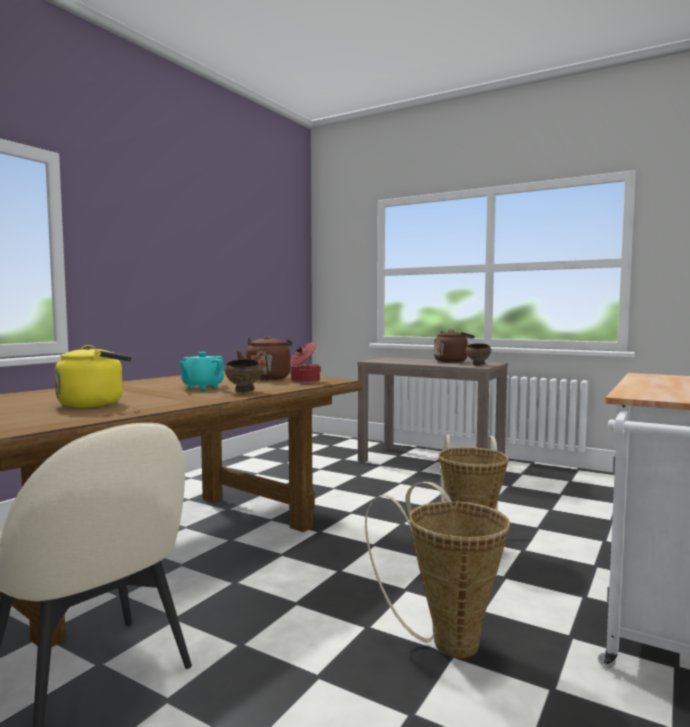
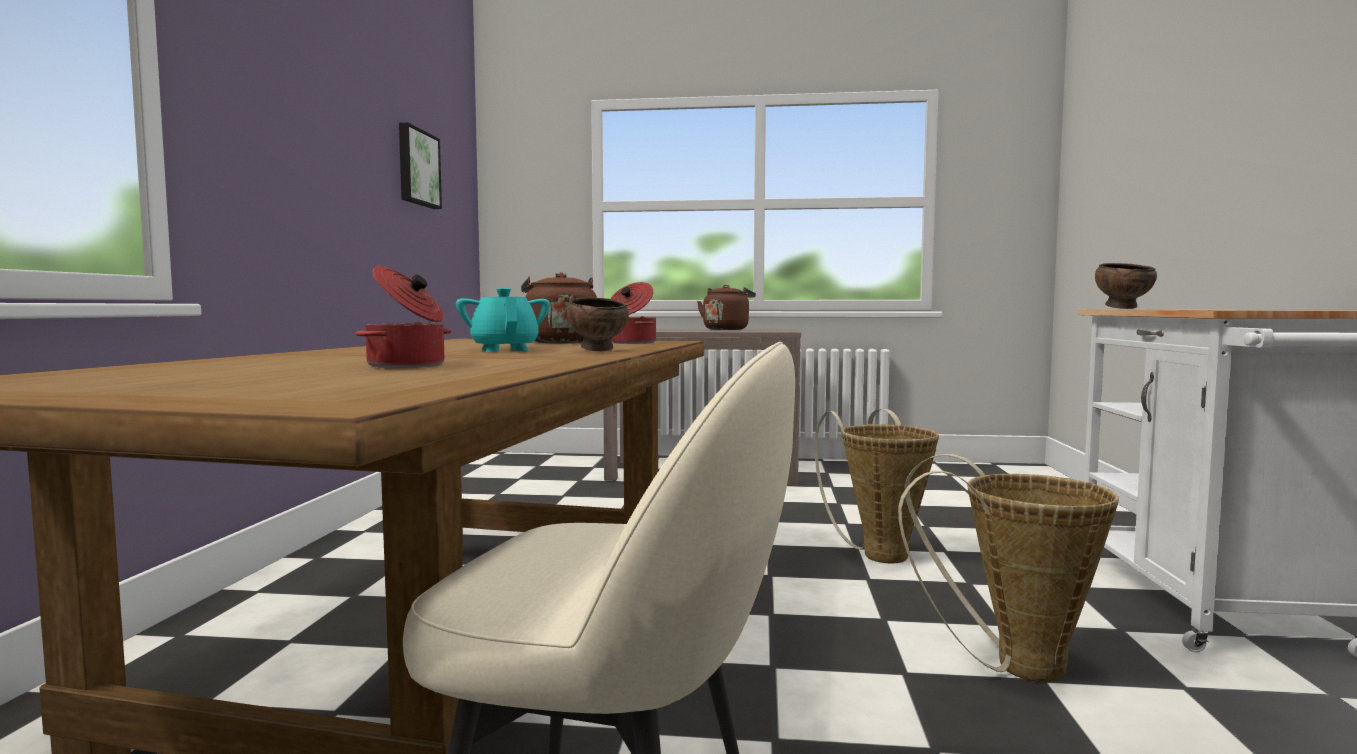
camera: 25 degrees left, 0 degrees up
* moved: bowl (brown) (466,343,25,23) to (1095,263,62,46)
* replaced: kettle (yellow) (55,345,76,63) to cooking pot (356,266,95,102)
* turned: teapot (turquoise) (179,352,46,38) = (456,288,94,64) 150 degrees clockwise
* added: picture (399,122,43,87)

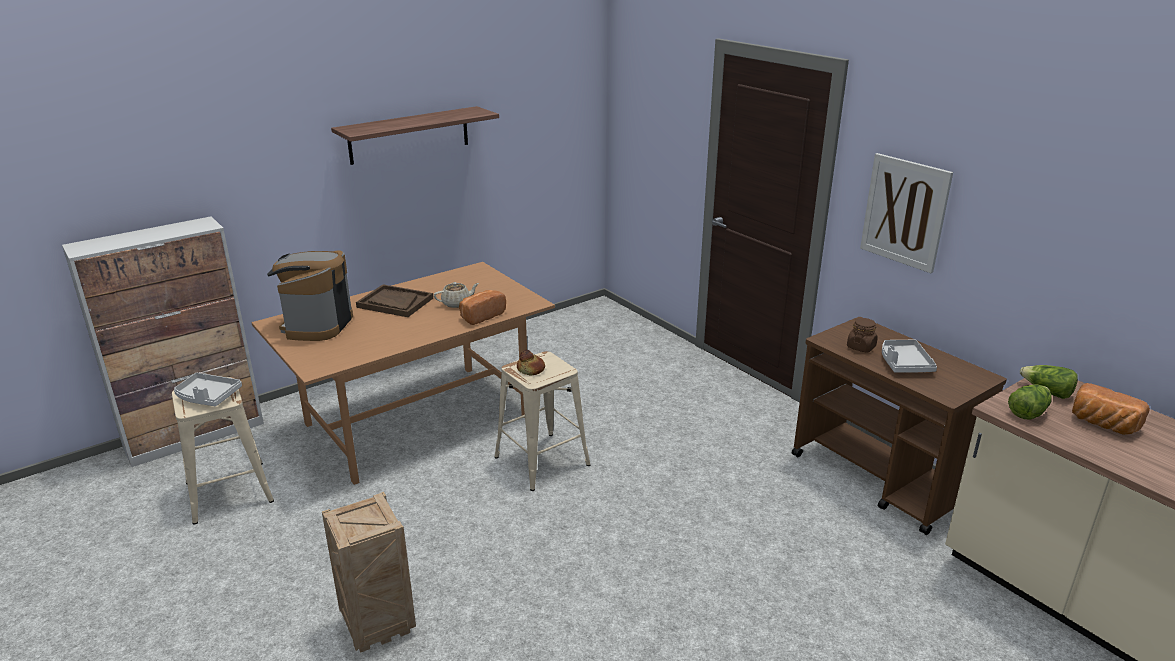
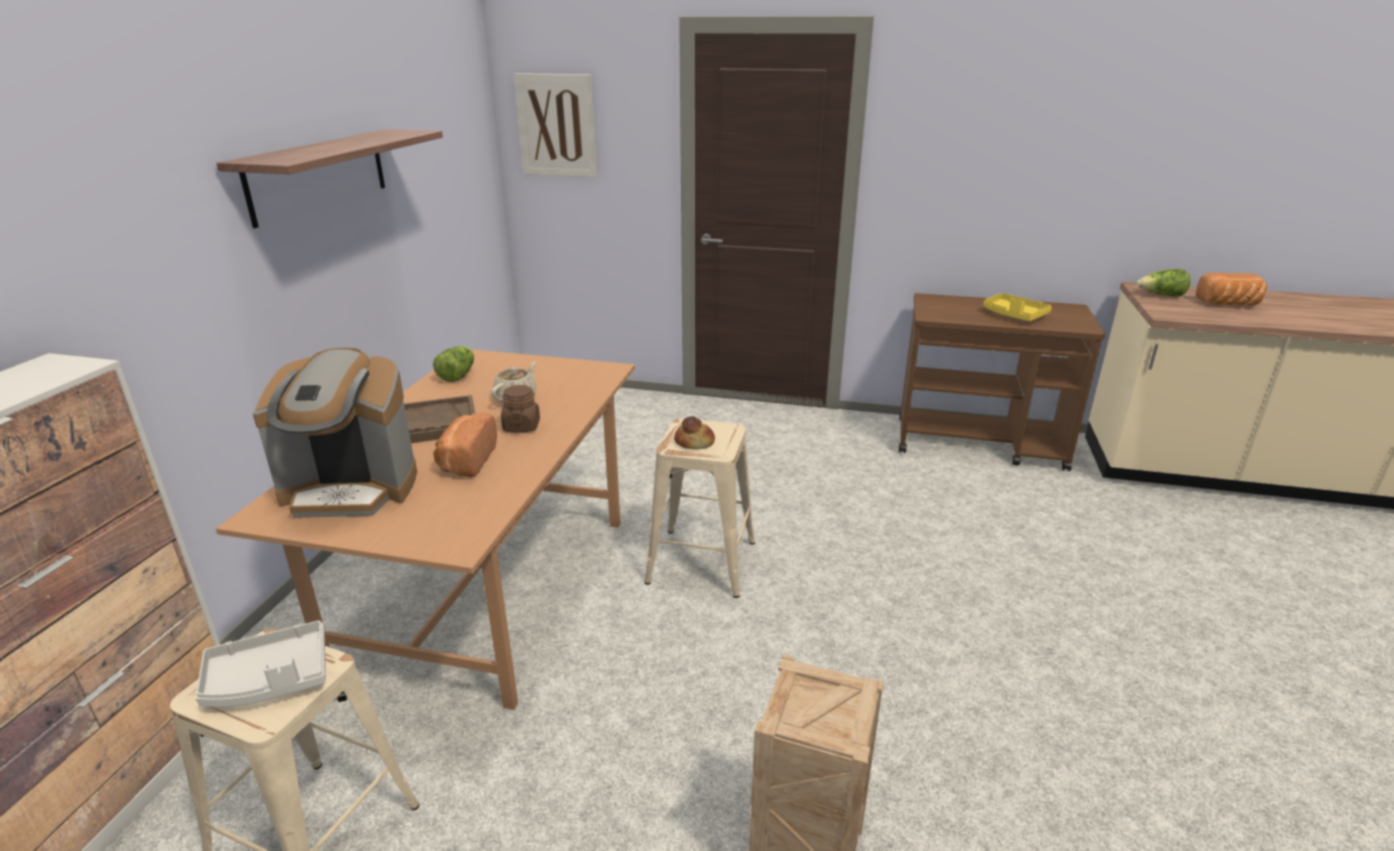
camera: 40 degrees left, 0 degrees up
* moved: picture (860,153,93,120) to (514,73,83,104)
* turned: coffee machine (267,251,86,90) = (253,348,164,170) 60 degrees counterclockwise
* moved: bread (459,290,47,35) to (433,413,64,64)
* moved: jar (brown) (847,318,31,34) to (501,385,39,47)
* recoloured: tray (grey) (882,340,55,33) to tray (yellow) (983,293,69,28)
* moved: lettuce (1008,384,44,35) to (433,346,41,36)

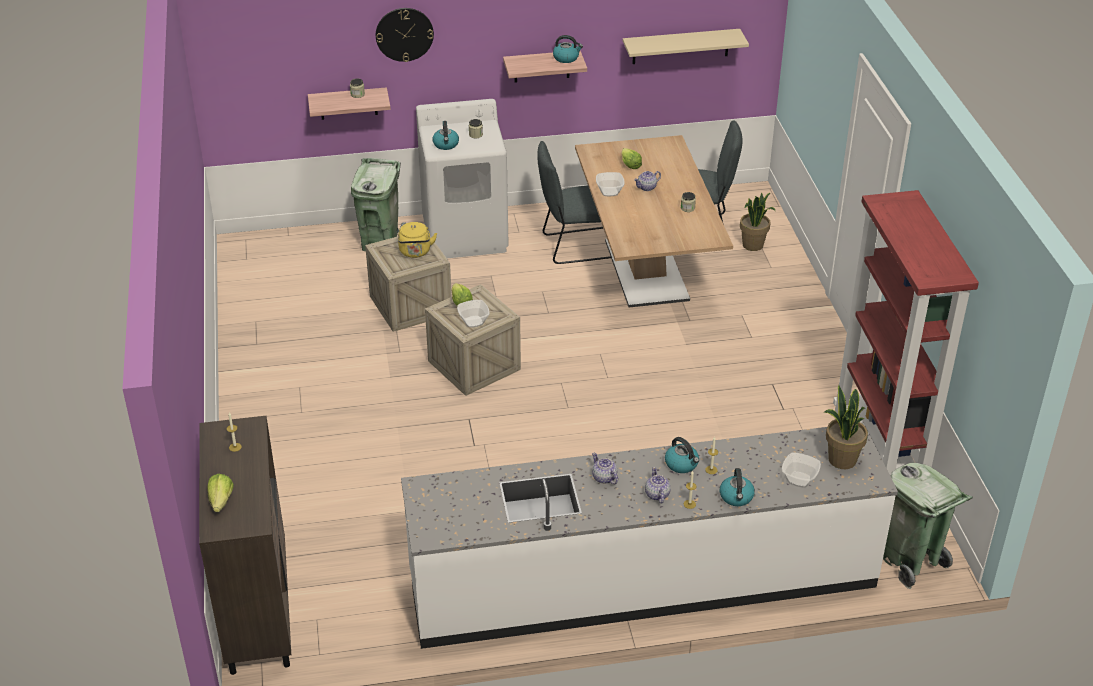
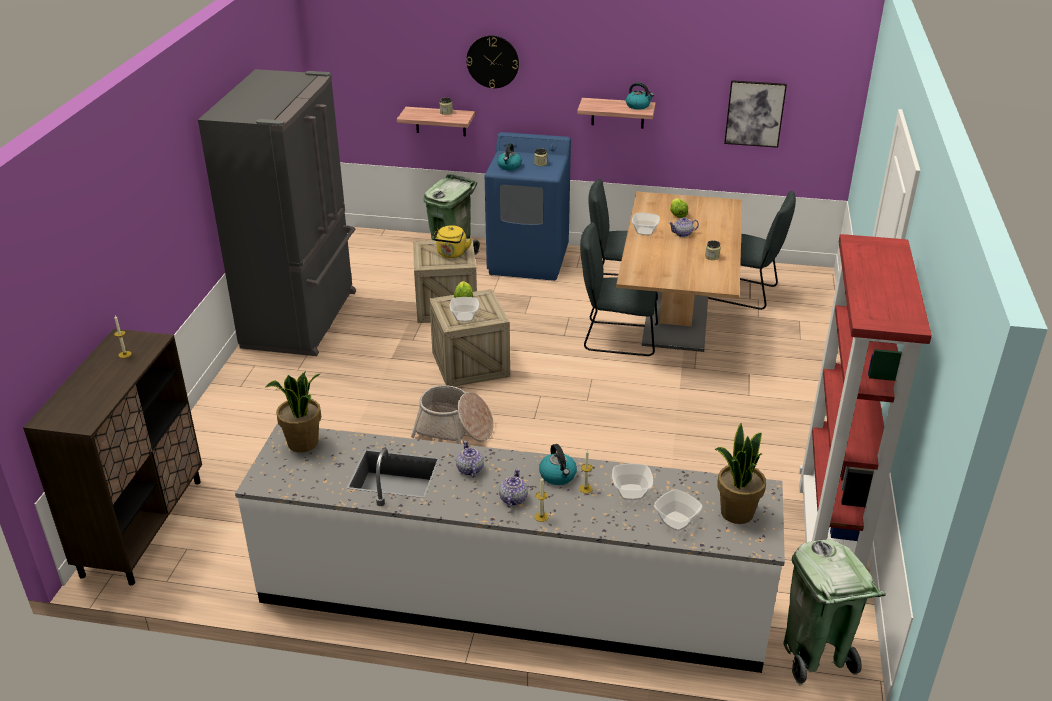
camera: 20 degrees right, 5 degrees down
* replaced: shelf (beige) (623,29,126,35) to picture (724,80,63,68)
* recoloured: washing machine (white) (416,99,93,159) to washing machine (blue) (485,132,86,149)
* moved: potted plant (740,193,35,58) to (266,371,55,82)
* removed: kettle (720,468,35,38)
* removed: lettuce (207,474,27,38)
* added: fridge (grey) (198,69,158,287)
* added: chair (grey) (580,222,78,134)
* added: basket (411,385,83,59)
* added: bowl (612,464,41,36)

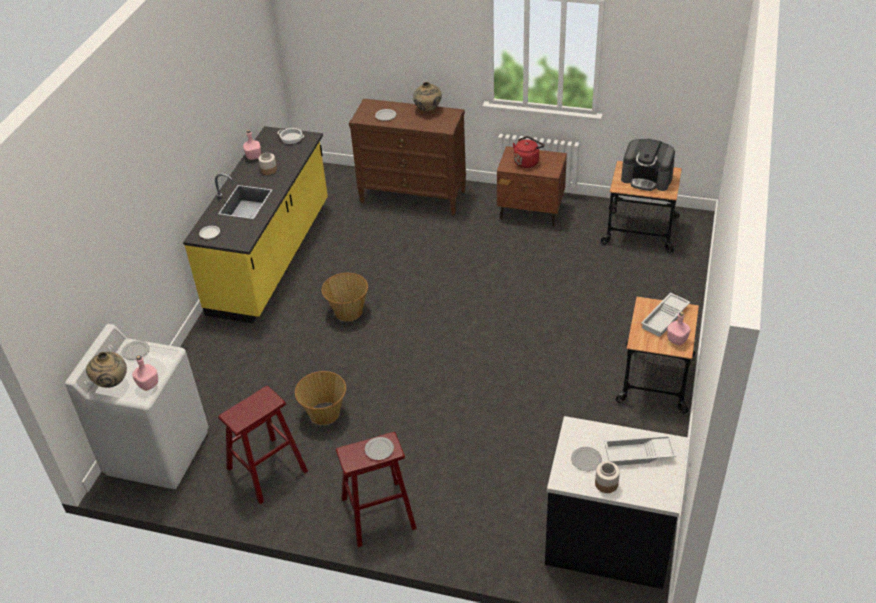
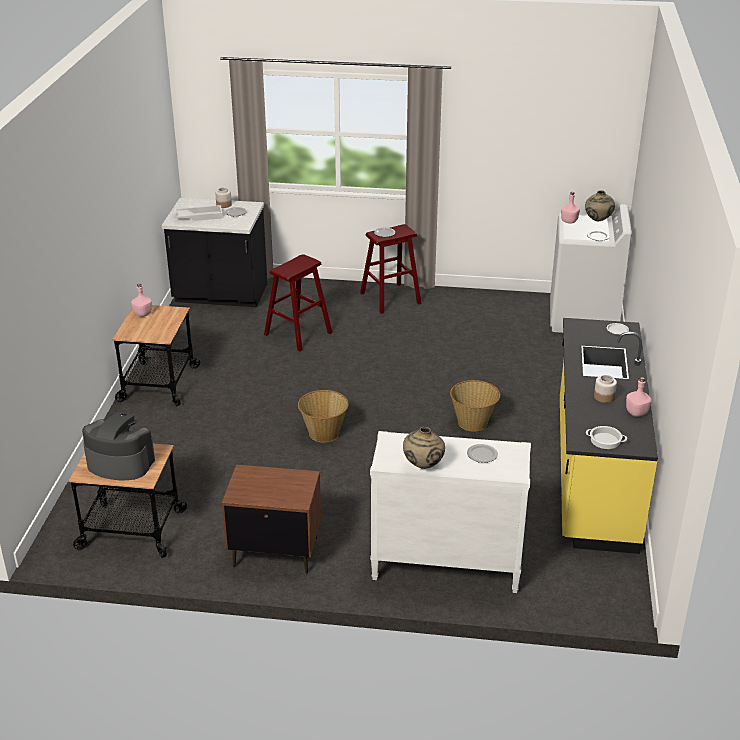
camera: 170 degrees right, 10 degrees down
* recoloured: dresser (brown) (349,98,117,117) to dresser (white) (370,431,161,162)
* removed: kettle (red) (513,136,31,32)
* removed: tray (white) (641,293,49,44)
* moved: basket (295,371,51,54) to (298,390,51,53)
* moved: stool (red) (218,386,90,118) to (264,254,69,98)

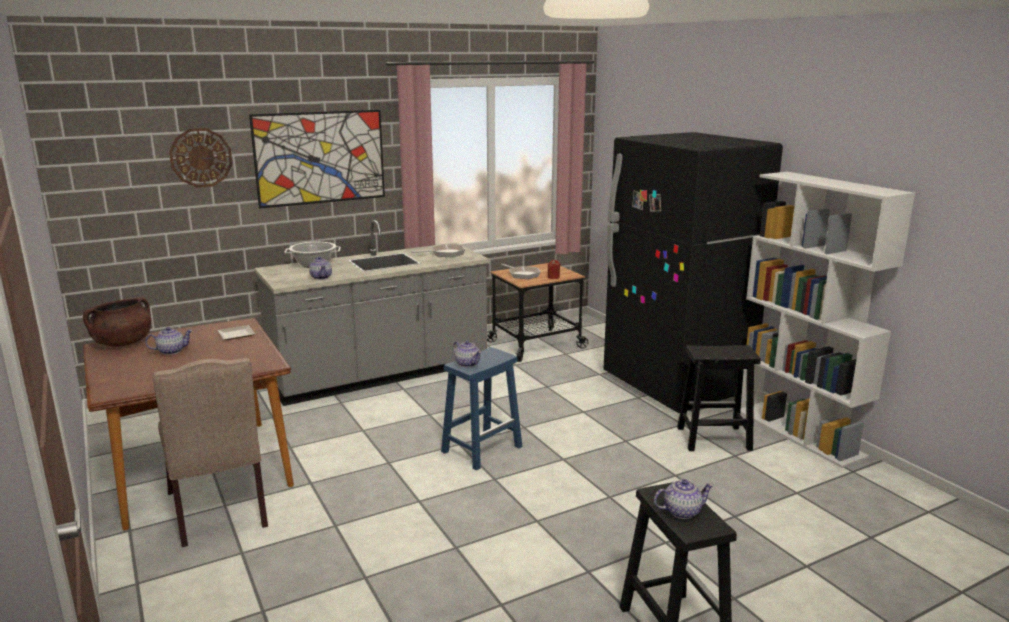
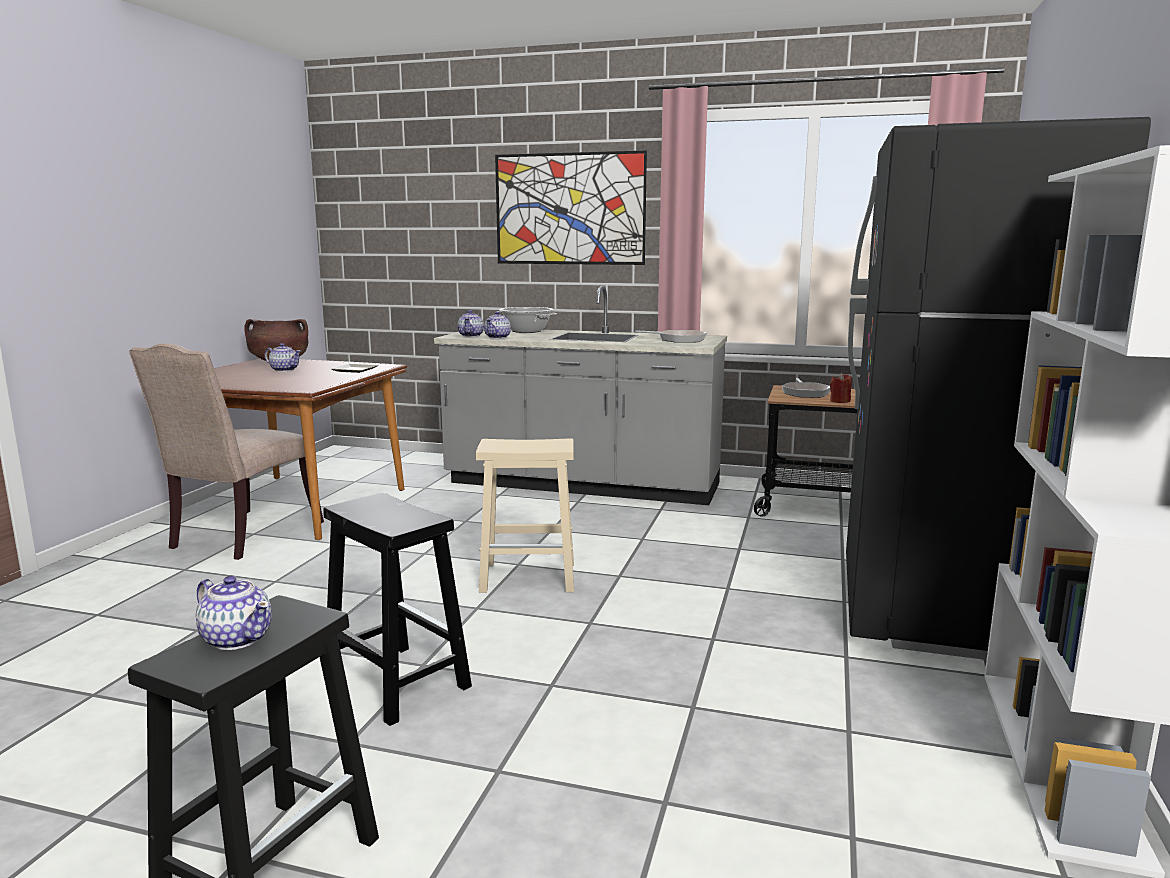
camera: 45 degrees right, 5 degrees down
* removed: wall clock (169,128,64,60)
* moved: teapot (453,341,29,26) to (457,310,27,27)
* moved: stool (black) (677,345,84,106) to (323,493,149,233)
* recoloured: stool (blue) (441,347,81,123) to stool (beige) (476,438,98,155)

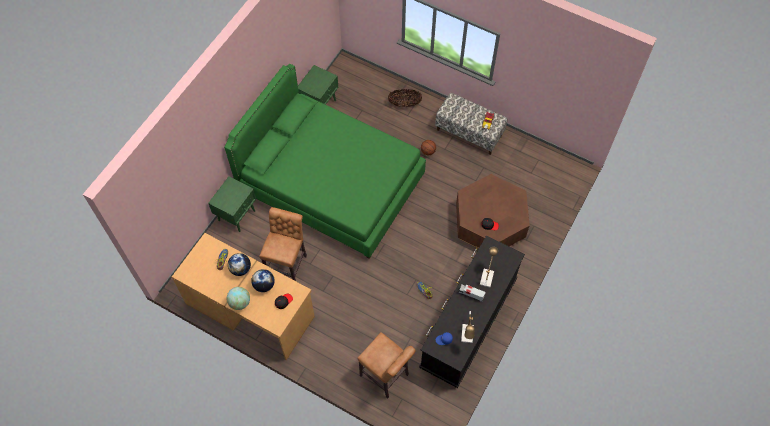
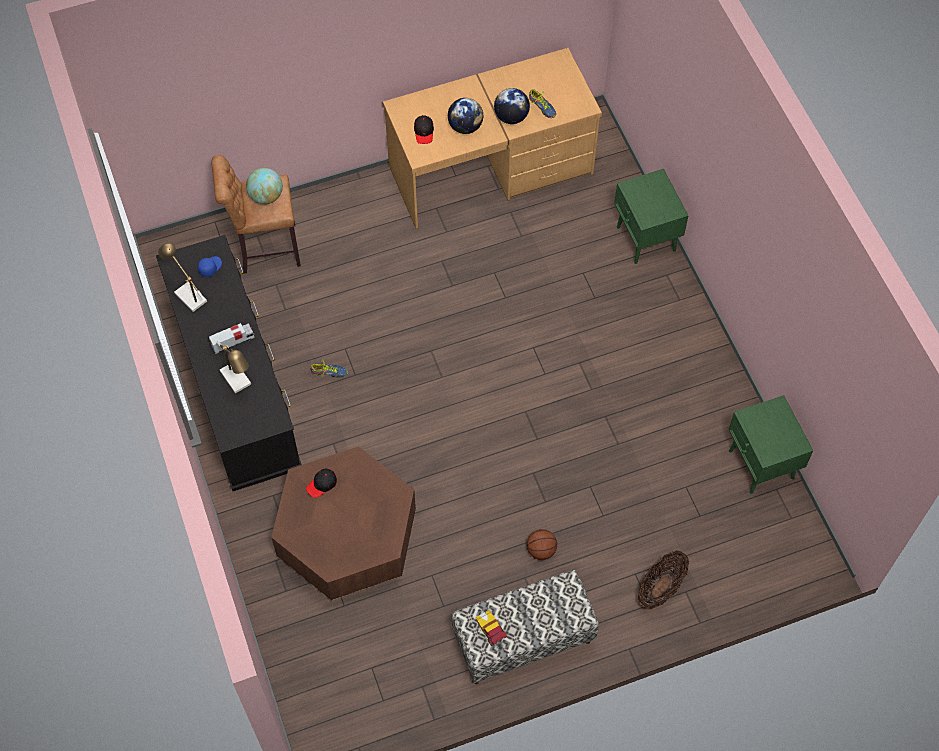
camera: 130 degrees right, 0 degrees up
* removed: bed (green) (224,64,202,195)
* removed: stool (brown) (259,207,48,74)
* moved: globe (227,287,23,23) to (246,168,37,36)

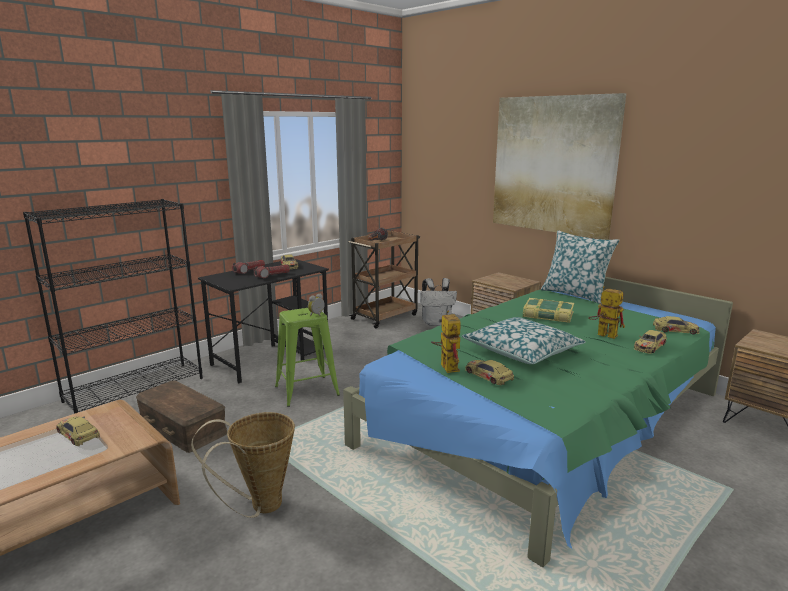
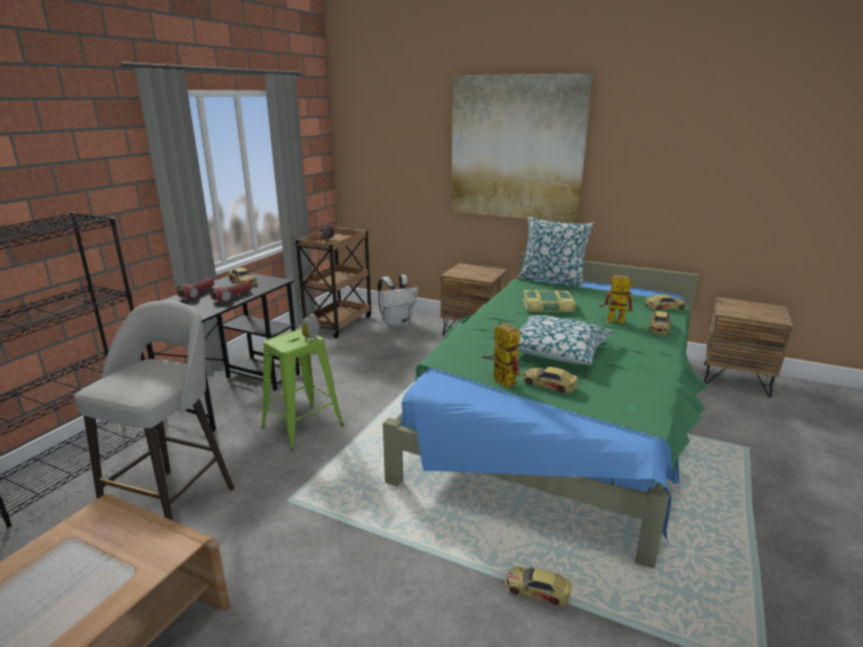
camera: 20 degrees left, 5 degrees up
* replaced: storage box (brown) (136,380,91,73) to stool (grey) (74,300,160,221)
* removed: basket (191,412,104,106)
* moved: toy car (56,417,44,29) to (505,566,66,40)

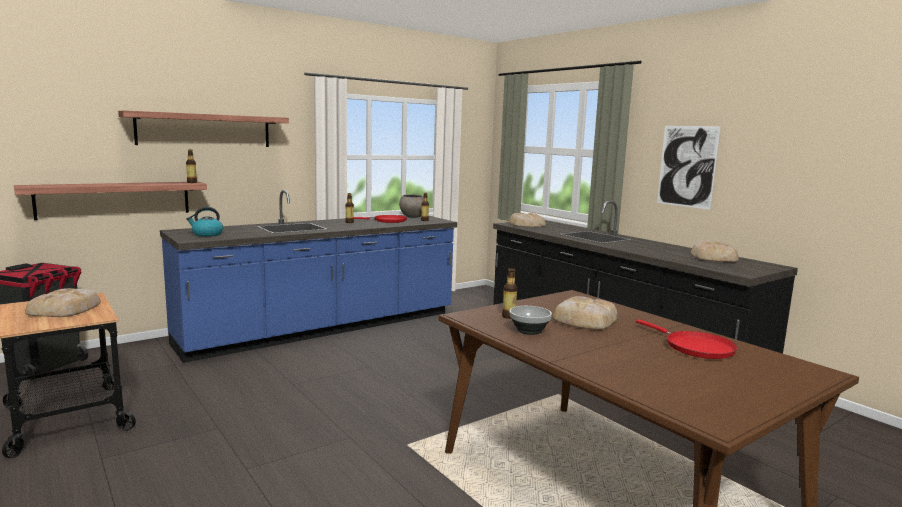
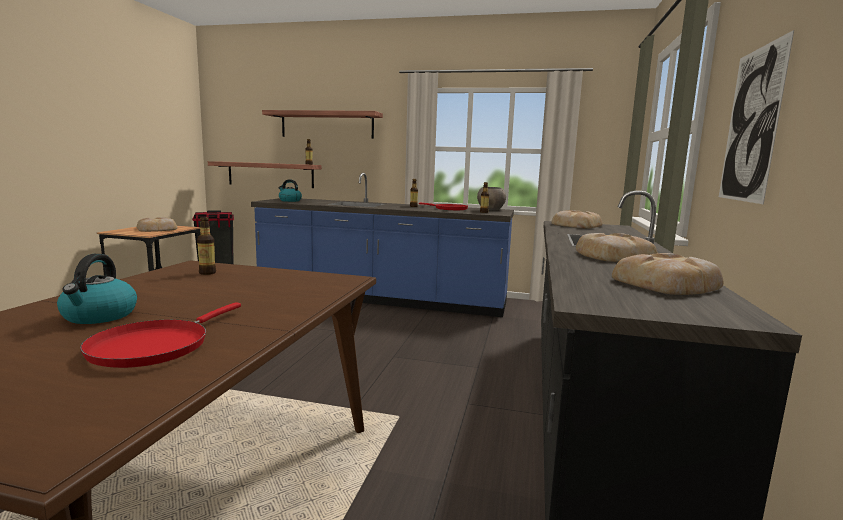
camera: 50 degrees right, 0 degrees up
* moved: bread (552,296,66,34) to (576,233,82,29)
* removed: bowl (510,306,42,29)
* added: kettle (57,254,80,70)

